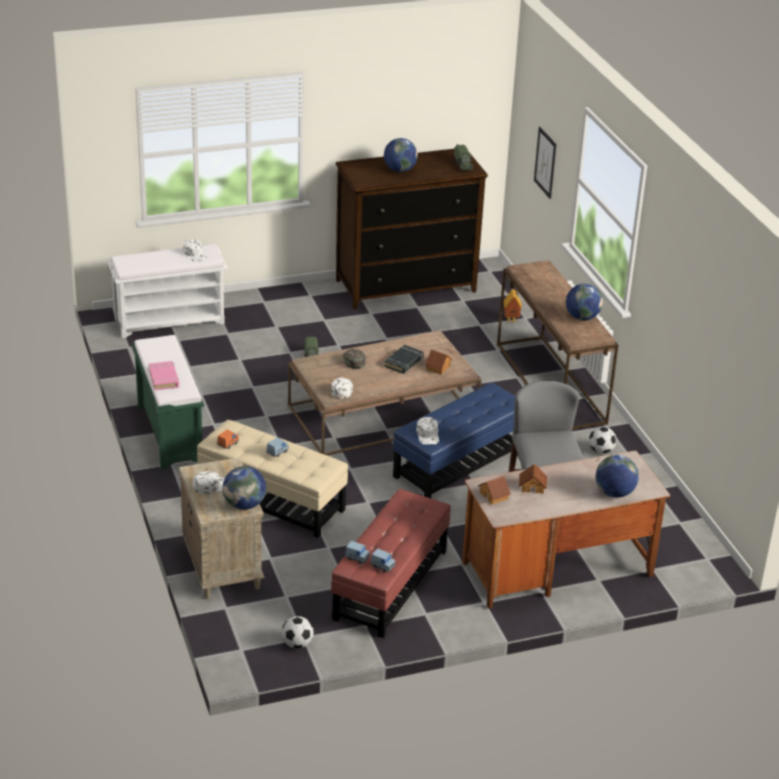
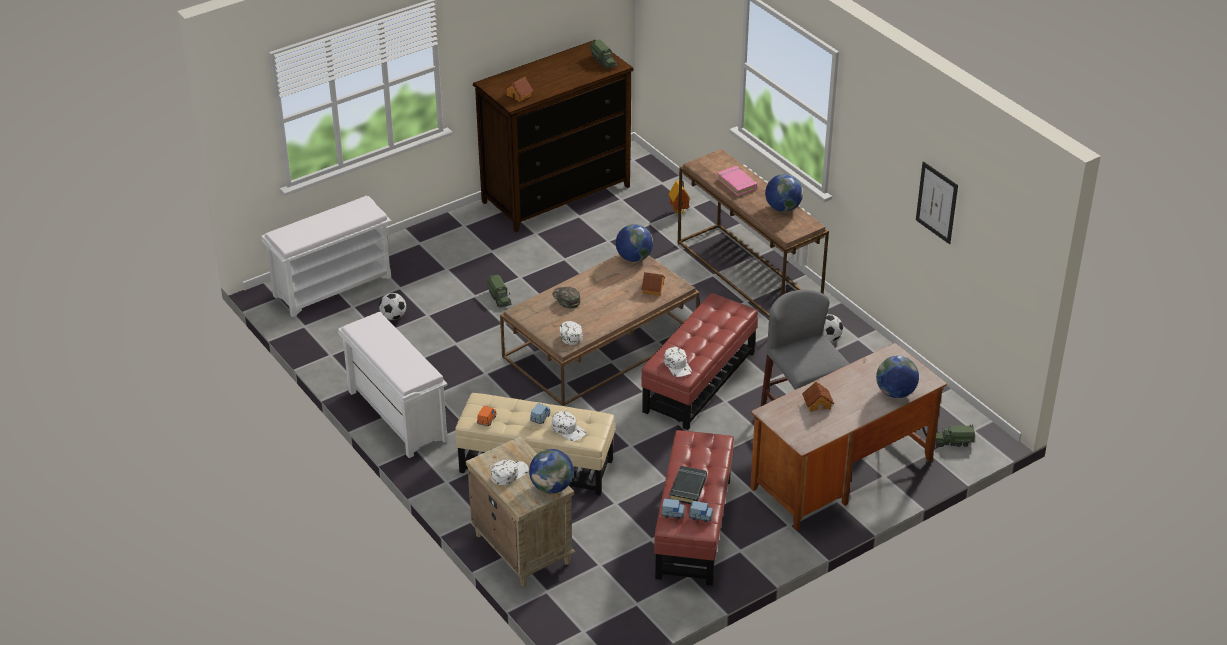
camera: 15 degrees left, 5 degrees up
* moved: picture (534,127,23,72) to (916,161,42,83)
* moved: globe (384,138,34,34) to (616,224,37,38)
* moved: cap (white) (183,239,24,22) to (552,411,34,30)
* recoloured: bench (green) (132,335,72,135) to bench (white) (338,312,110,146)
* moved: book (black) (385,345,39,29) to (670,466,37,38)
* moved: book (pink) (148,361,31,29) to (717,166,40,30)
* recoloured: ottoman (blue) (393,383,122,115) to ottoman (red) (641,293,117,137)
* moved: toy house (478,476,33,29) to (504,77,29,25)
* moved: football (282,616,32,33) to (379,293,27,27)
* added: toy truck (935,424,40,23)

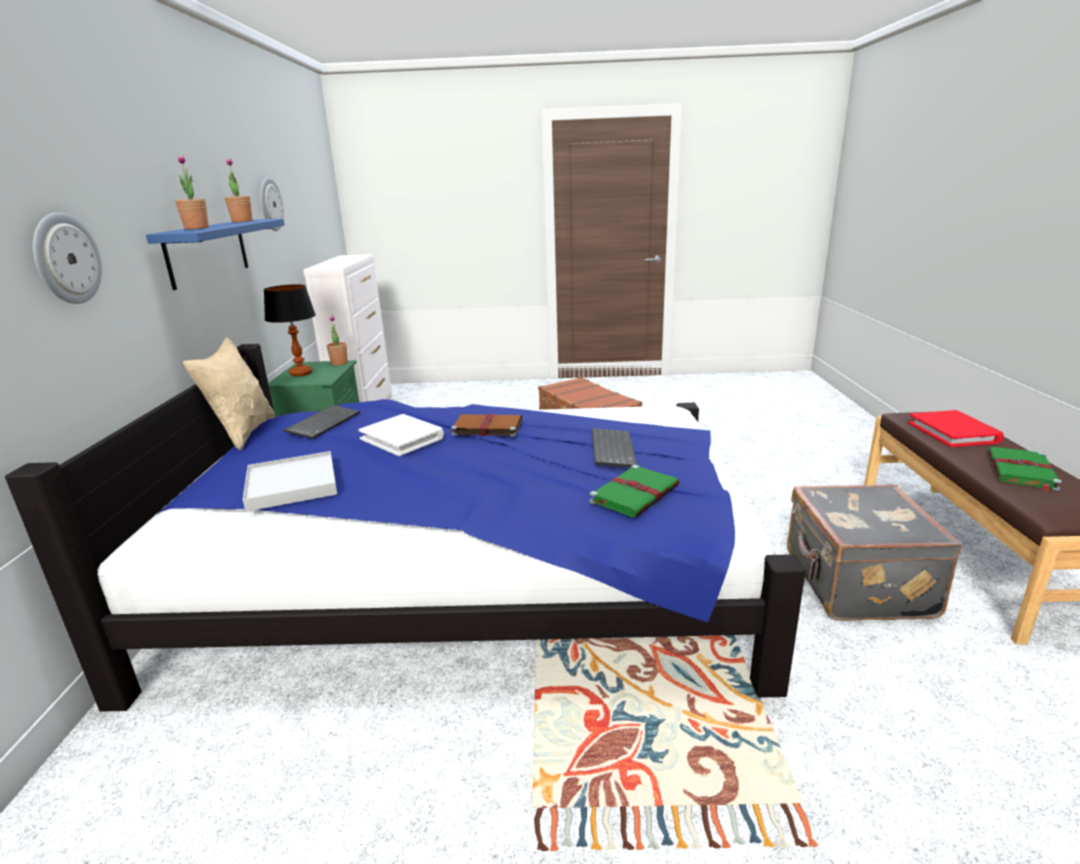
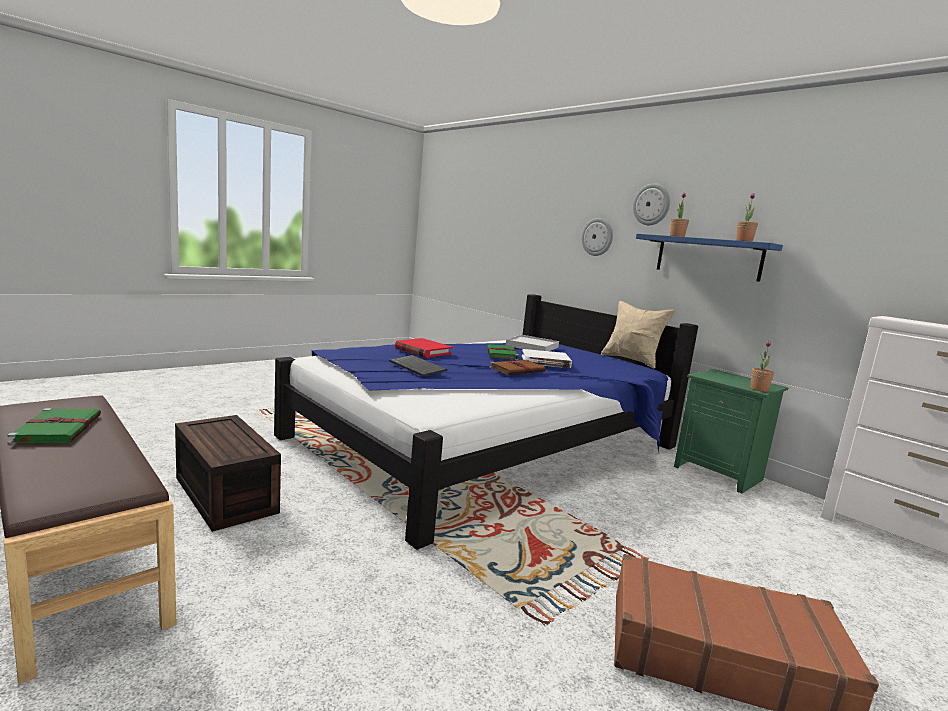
camera: 135 degrees right, 10 degrees down
* moved: wall clock (260,177,24,54) to (633,183,37,42)
* removed: table lamp (264,284,52,92)
* removed: keyboard (284,405,76,34)
* moved: book (red) (908,410,96,37) to (395,338,58,20)
* moved: book (green) (589,465,91,52) to (487,344,32,17)
* replaced: suitcase (grey) (787,484,175,137) to storage box (brown) (175,415,106,117)

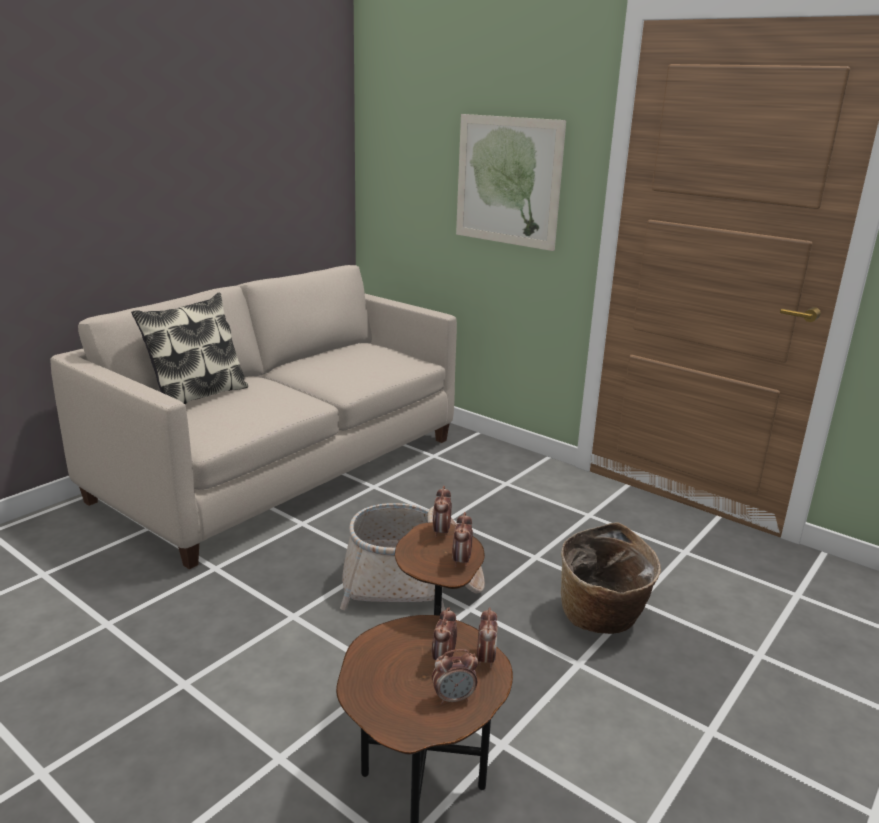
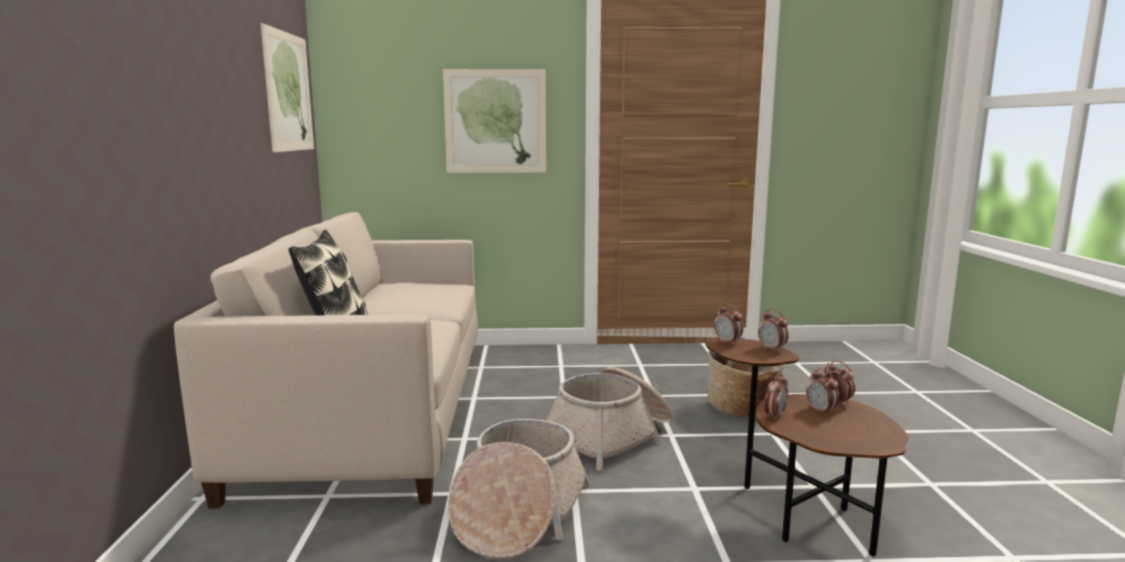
camera: 40 degrees left, 10 degrees down
* moved: alarm clock (432,649,46,56) to (765,373,23,47)
* added: picture (261,23,53,129)
* added: basket (448,419,143,140)

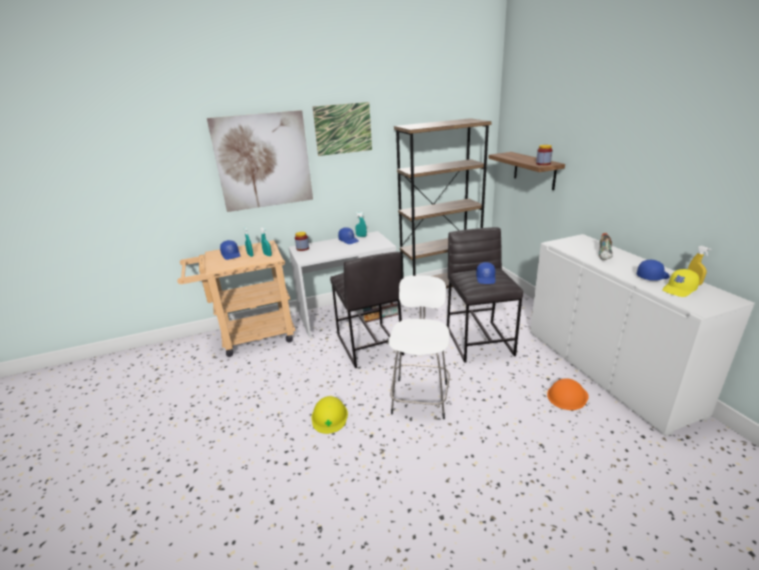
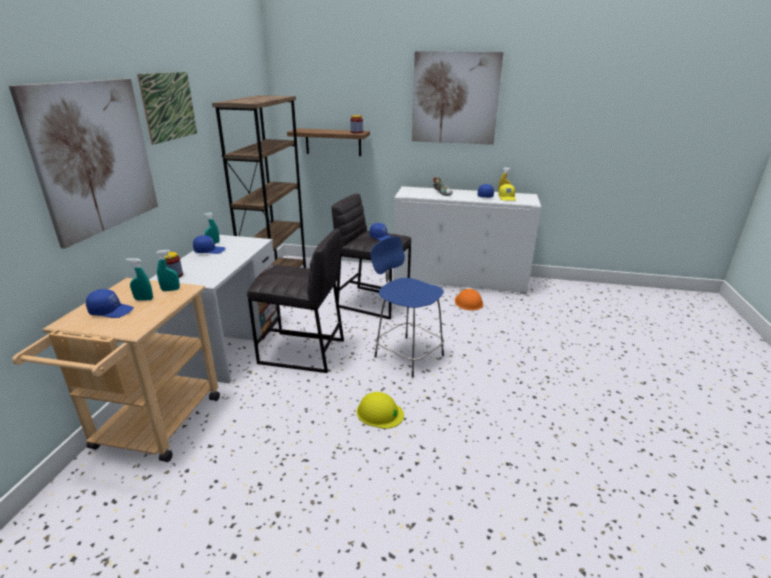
camera: 60 degrees left, 0 degrees up
* recoloured: stool (white) (388,275,62,144) to stool (blue) (371,237,73,141)
* added: picture (412,51,92,94)

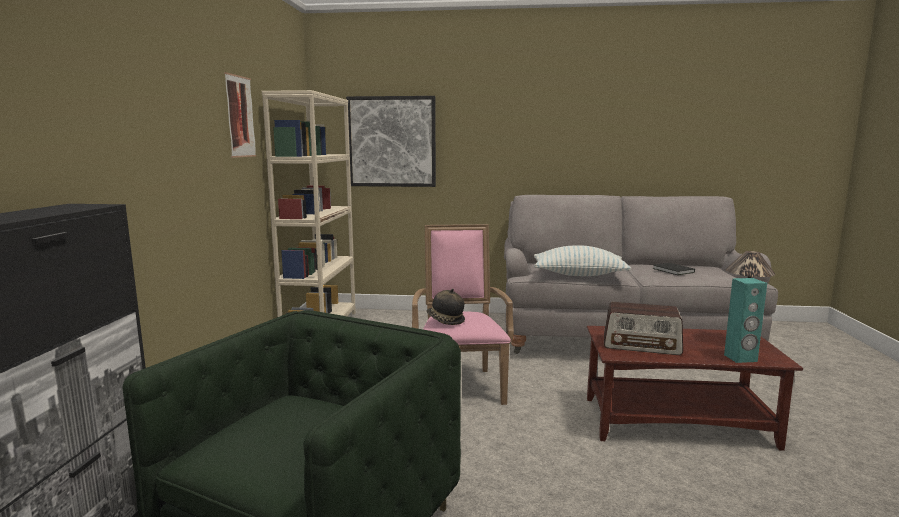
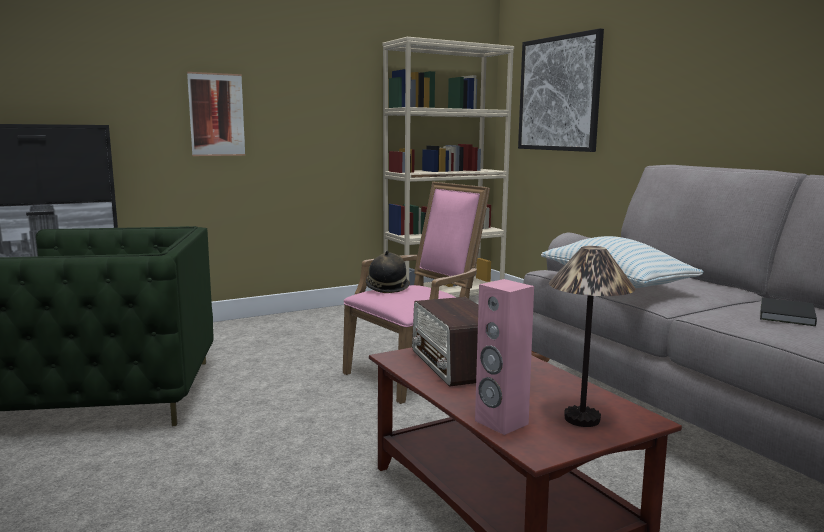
camera: 55 degrees right, 0 degrees up
* moved: picture (224,72,32,86) to (187,72,58,84)
* recoloured: speaker (turquoise) (724,278,43,85) to speaker (pink) (475,279,59,156)

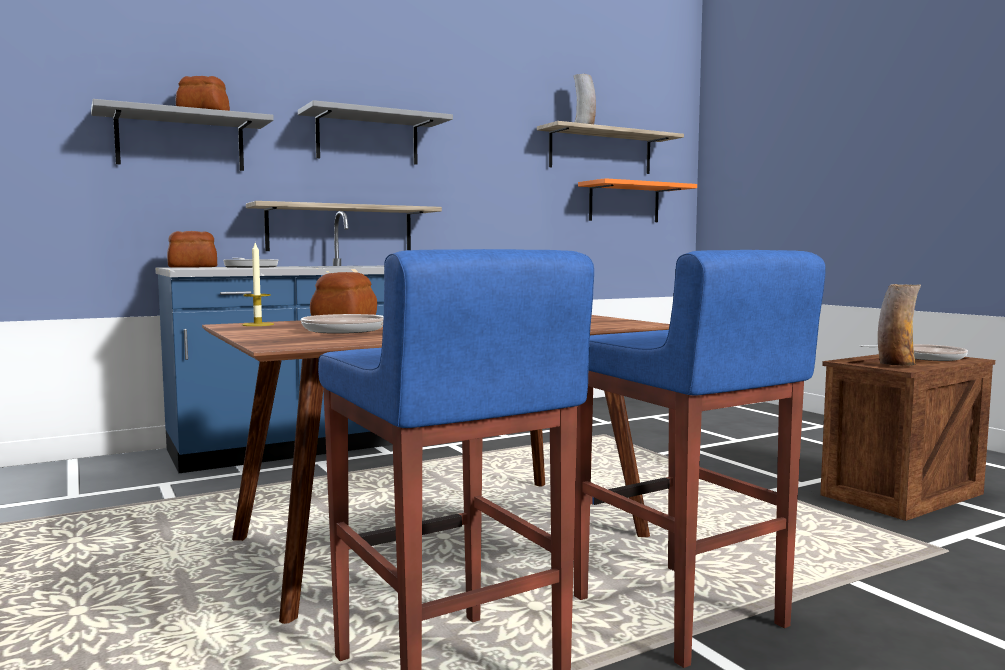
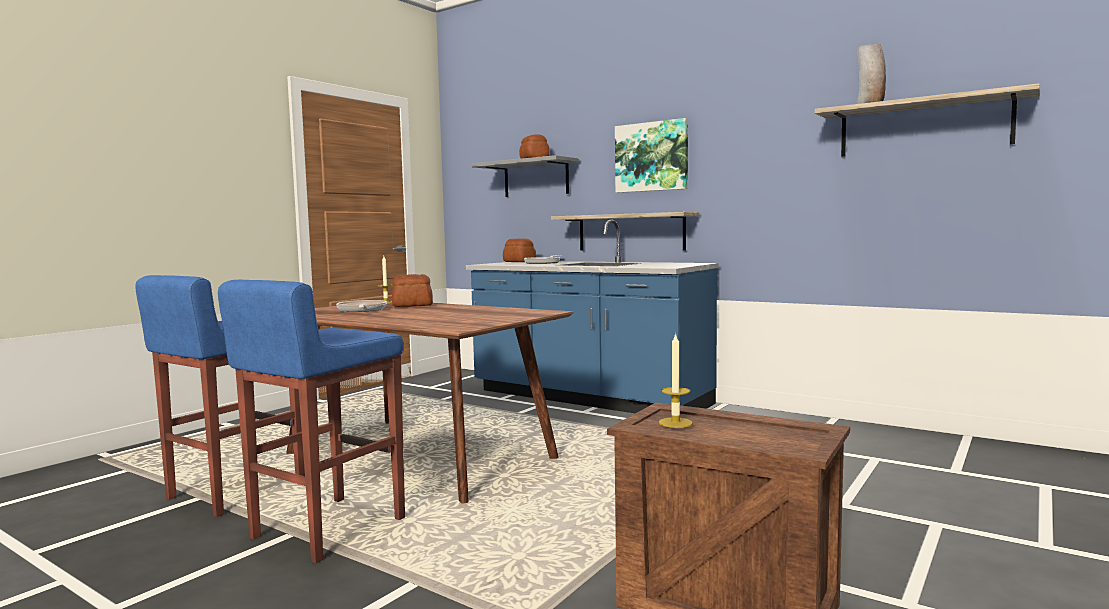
camera: 65 degrees right, 0 degrees up
* replaced: shelf (grey) (298,100,155,64) to picture (615,118,73,75)
* removed: shelf (orange) (578,178,119,44)
* replaced: vase (878,284,43,82) to candle (659,333,34,95)
* removed: frying pan (860,344,108,17)

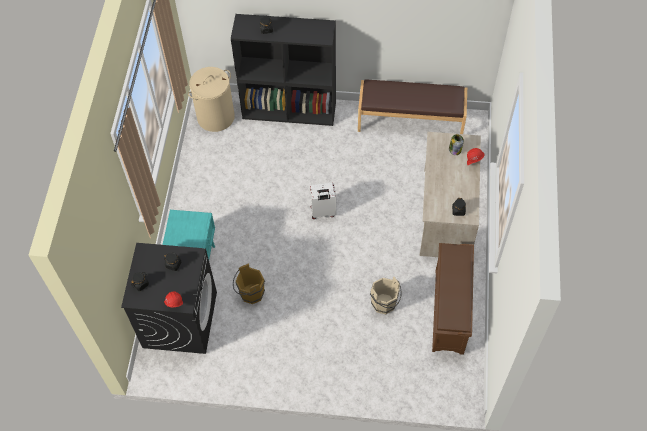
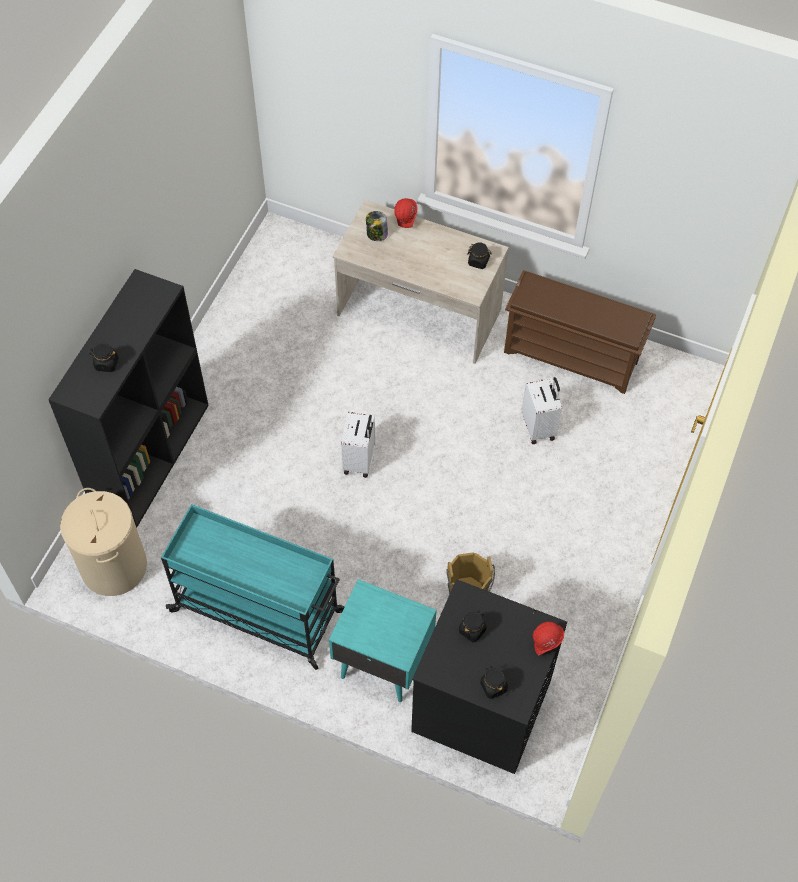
camera: 75 degrees left, 0 degrees up
* removed: bench (brown) (358,79,109,55)
* replaced: bucket (beige) (370,277,32,37) to suitcase (white) (522,377,40,67)
* added: cart (turquoise) (161,504,184,166)

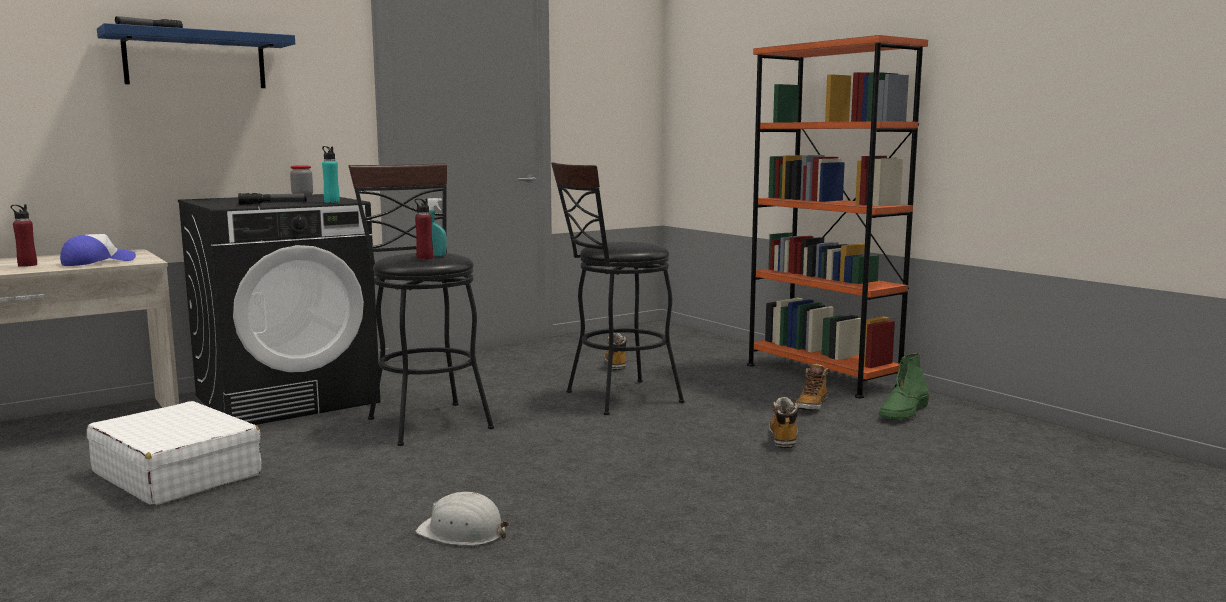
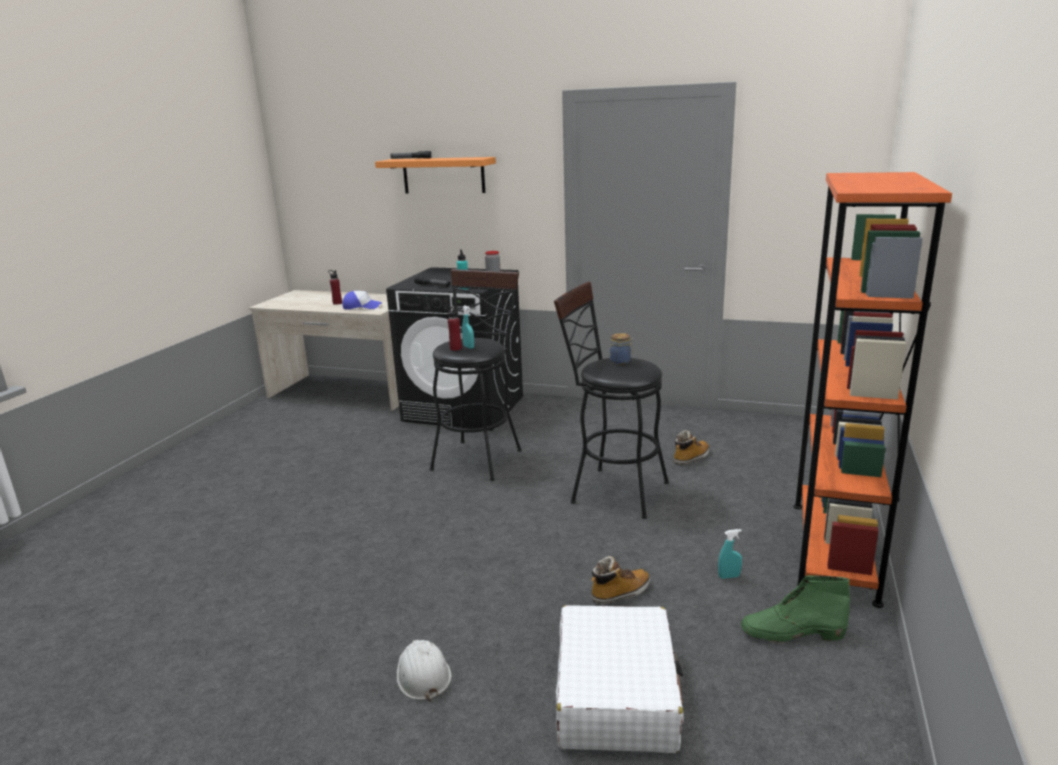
camera: 55 degrees right, 10 degrees up
* recoloured: shelf (blue) (97,23,198,65) to shelf (orange) (375,157,121,36)
* replaced: boot (795,363,33,48) to spray bottle (turquoise) (718,529,24,50)
* moved: suitcase (white) (87,401,174,105) to (556,605,128,148)
* moved: hard hat (white) (416,492,94,54) to (397,640,54,62)
* added: jar (610,333,23,32)

